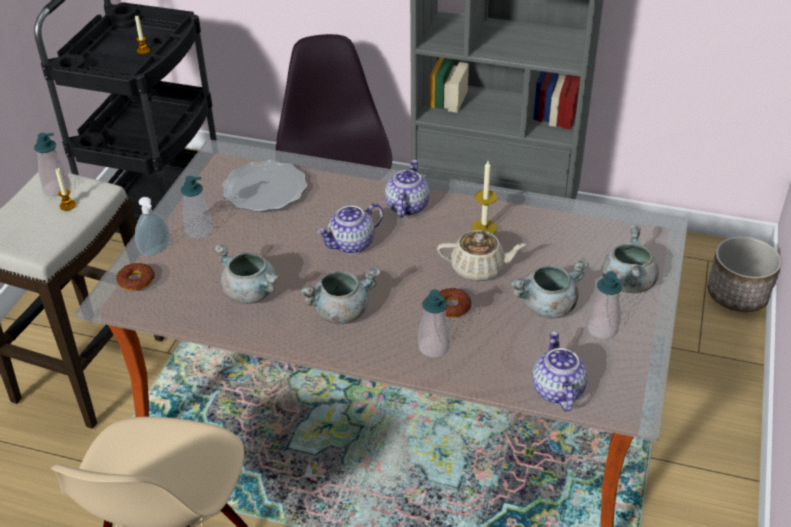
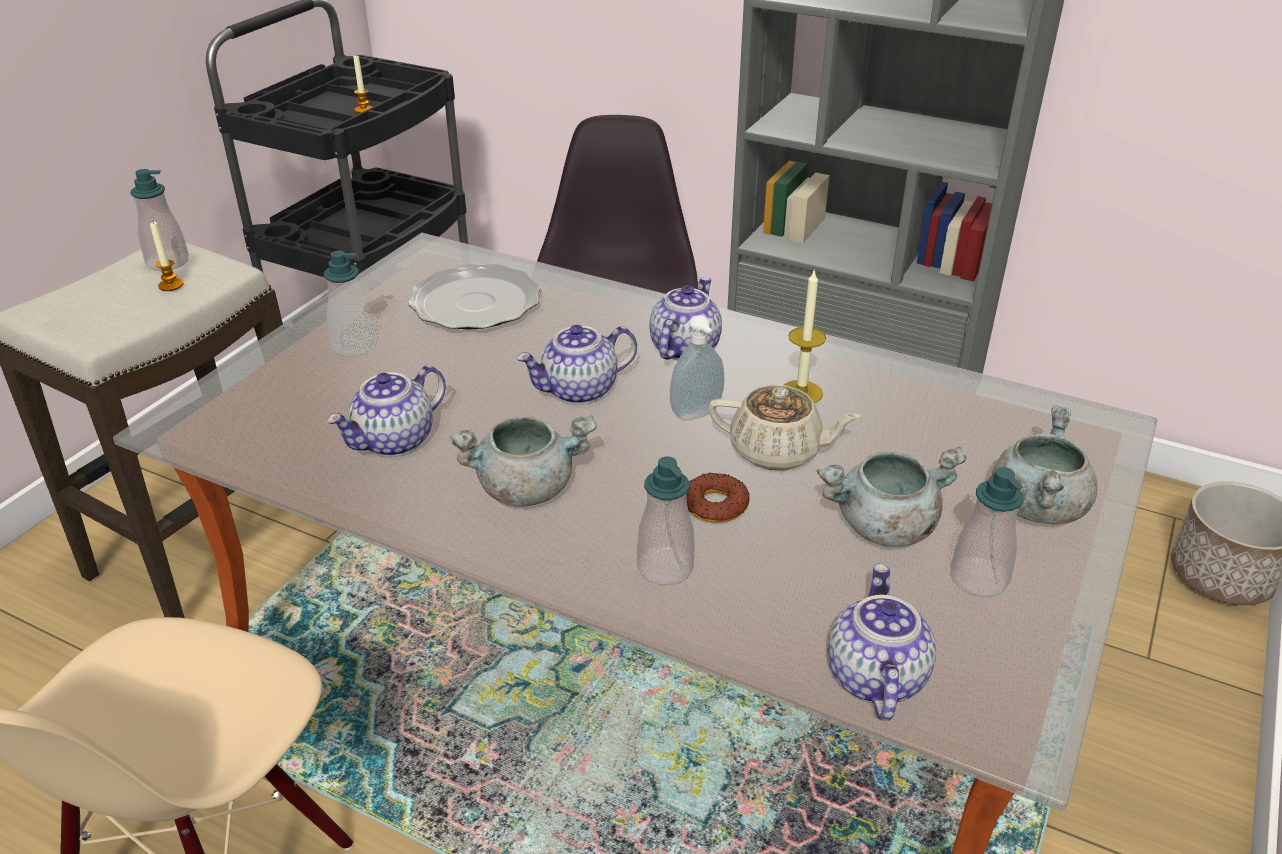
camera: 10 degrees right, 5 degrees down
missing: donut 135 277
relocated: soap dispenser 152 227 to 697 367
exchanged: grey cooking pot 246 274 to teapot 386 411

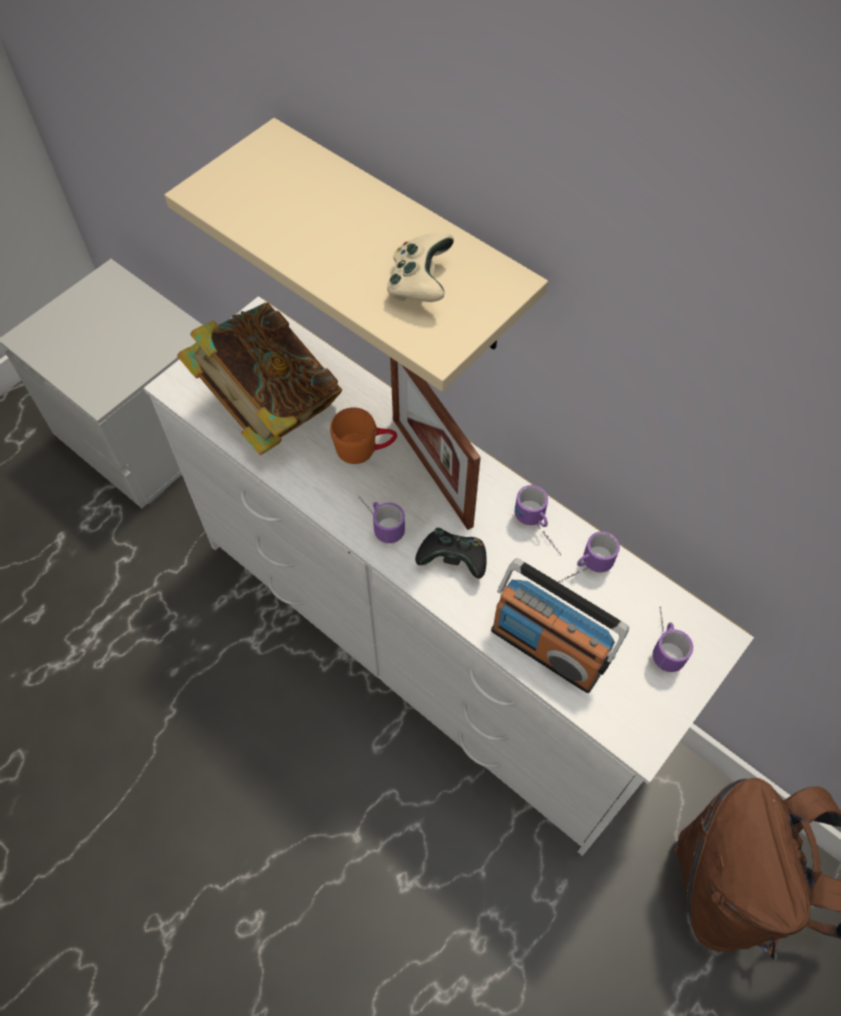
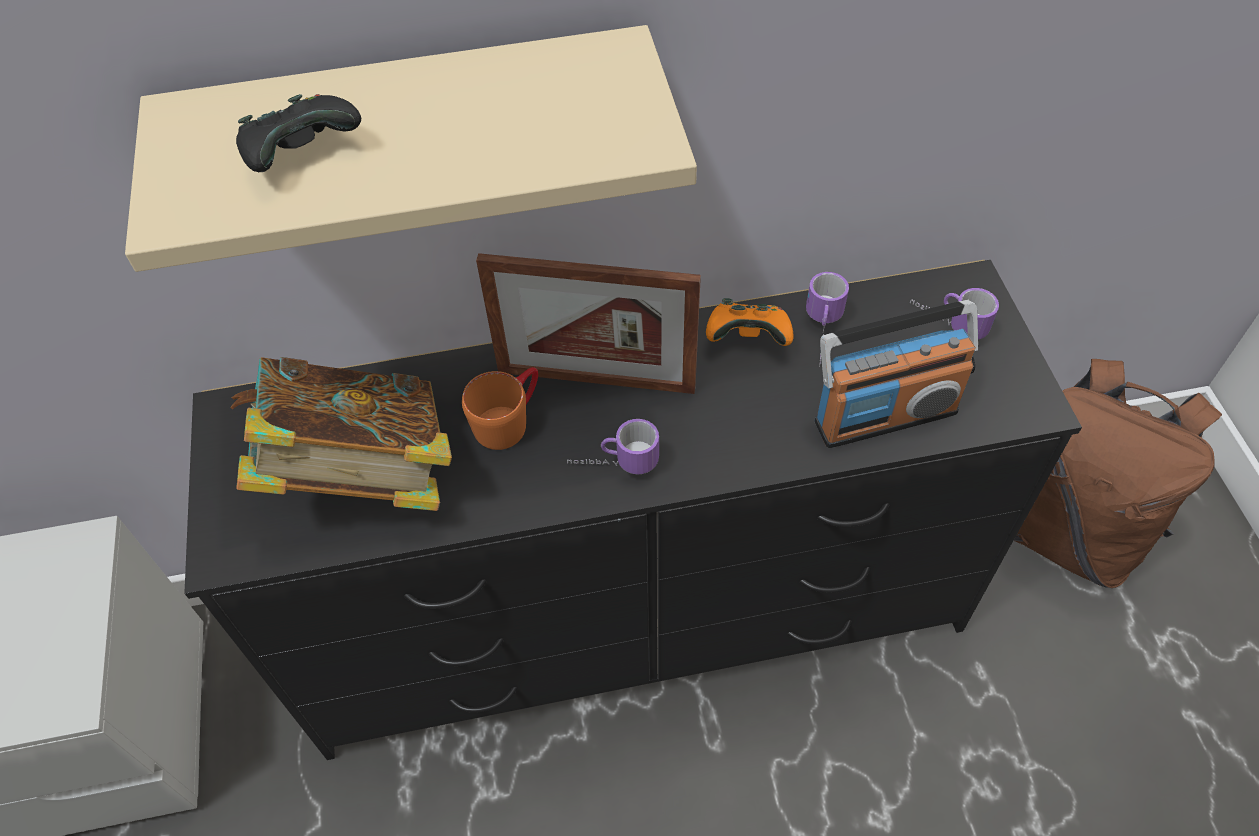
camera: 50 degrees left, 5 degrees down
missing: beige game controller 420 267
relocated: black game controller 451 553 to 298 133
exchanged: mug 537 520 to orange game controller 750 322
colour: white dresser 449 576 to black dresser 633 510

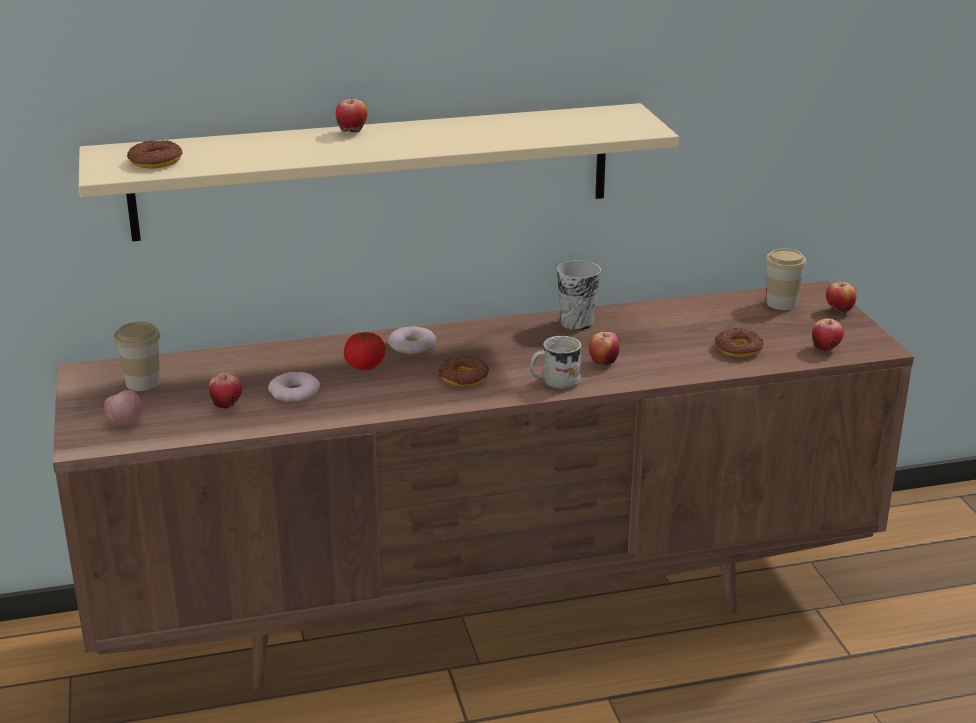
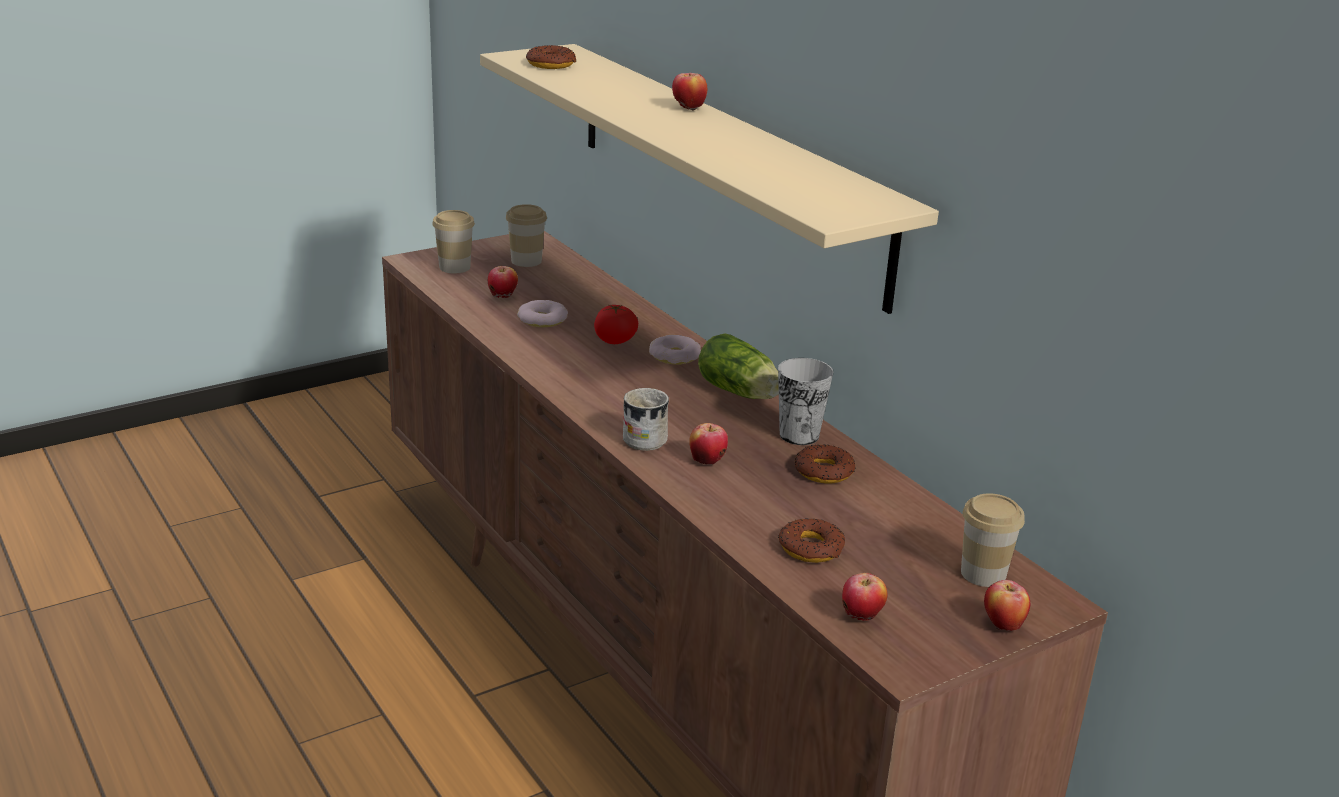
camera: 70 degrees right, 0 degrees up
appeared: lettuce 738 366
relocated: donut 463 371 to 825 464
exchanged: apple 123 407 to cup 453 241

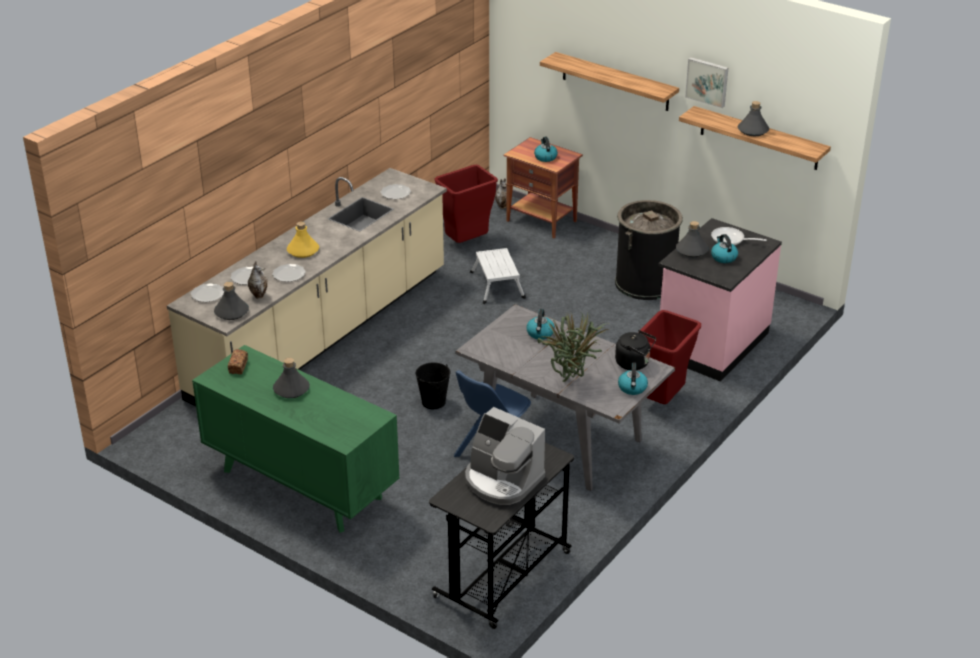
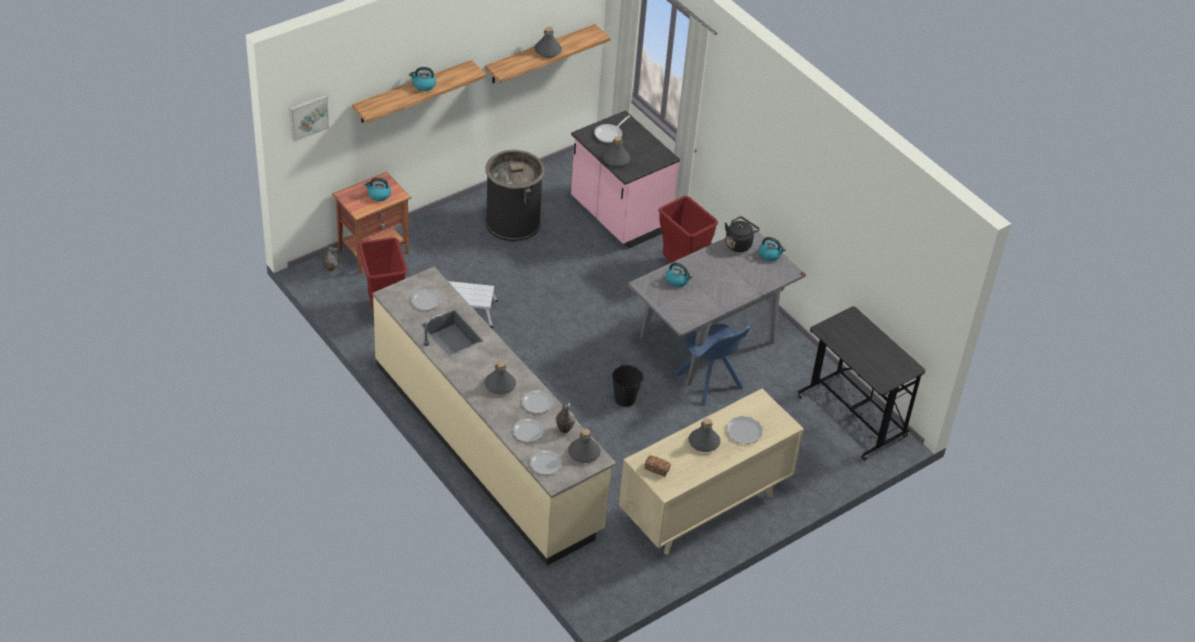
camera: 75 degrees left, 10 degrees up
missing: coffee machine 505 456; potted plant 574 346
appeared: plate 744 430
relocated: picture 706 82 to 309 118; kettle 724 248 to 422 79
colour: green dresser 296 439 to beige dresser 711 472; yellow bottle 303 239 to grey bottle 500 378

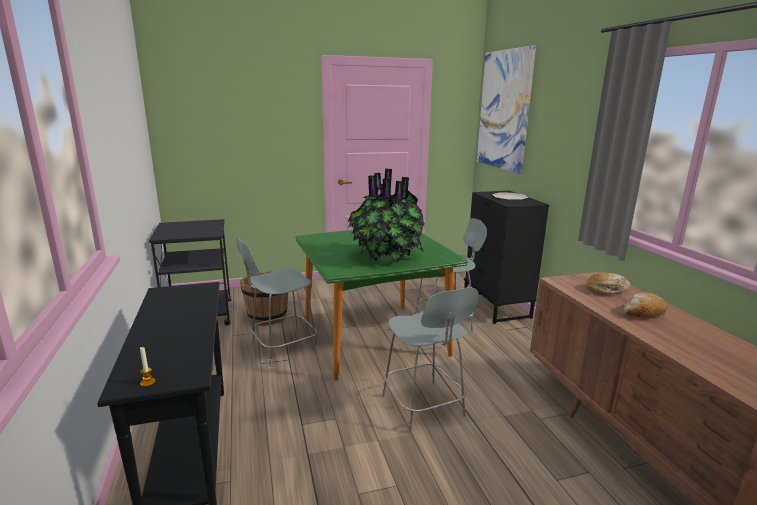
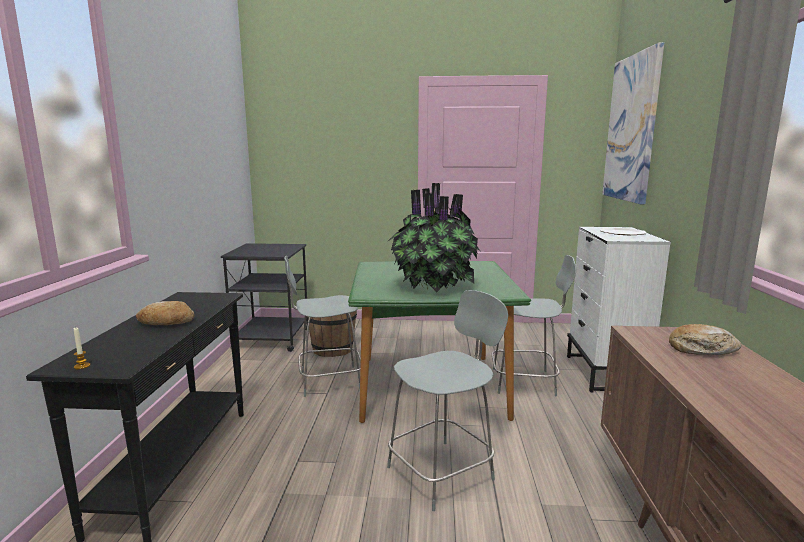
camera: 20 degrees right, 5 degrees down
relocated: bread 645 304 to 165 313
colour: black dresser 506 257 to white dresser 619 309
spun: grey chair 430 360 = 447 400 120 degrees counterclockwise

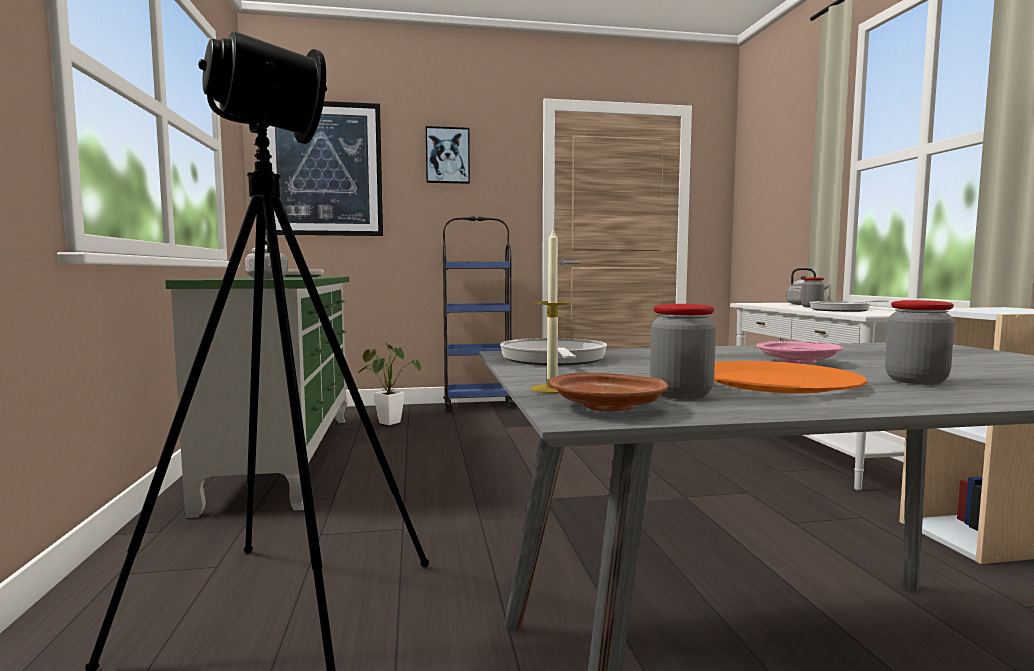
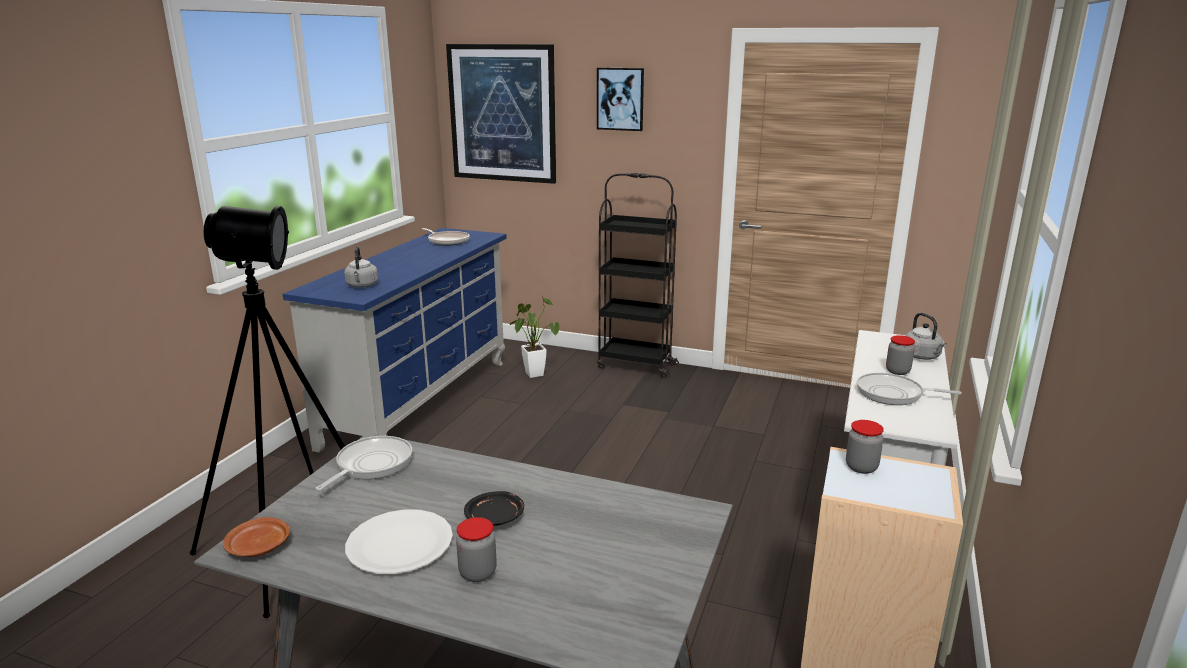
camera: 30 degrees right, 15 degrees up
missing: candle 551 311
relocated: jar 683 351 to 865 447
colour: green dresser 257 397 to blue dresser 395 340; blue cart 480 314 to black cart 638 275; orange plate 790 377 to white plate 399 541; pink plate 799 352 to black plate 494 508

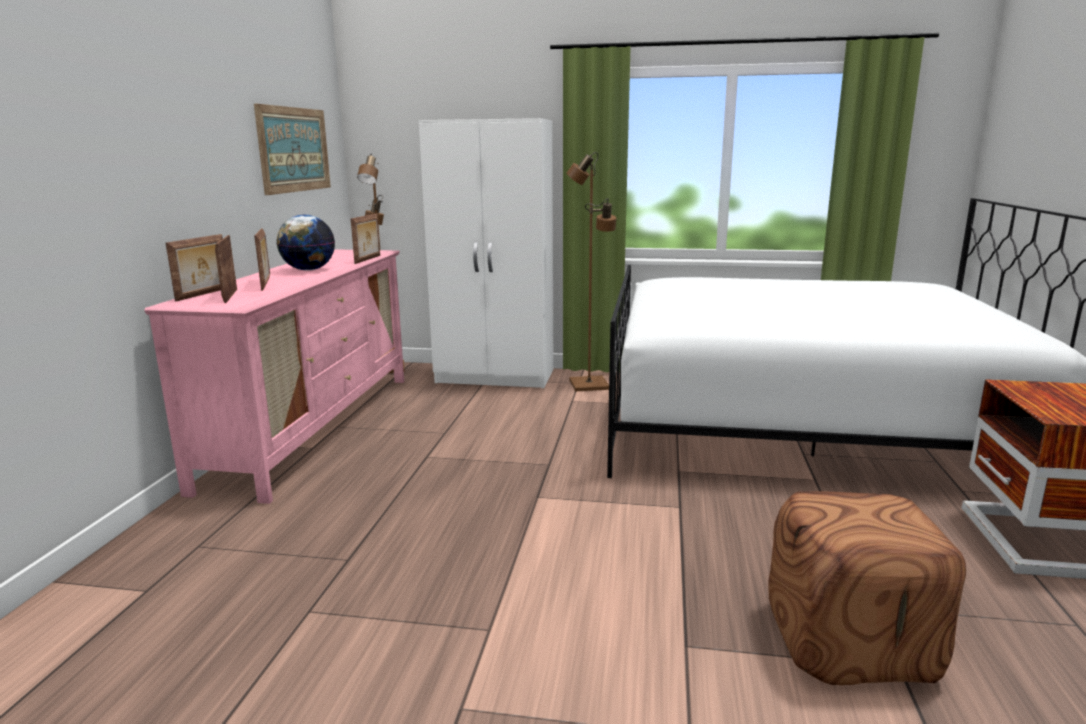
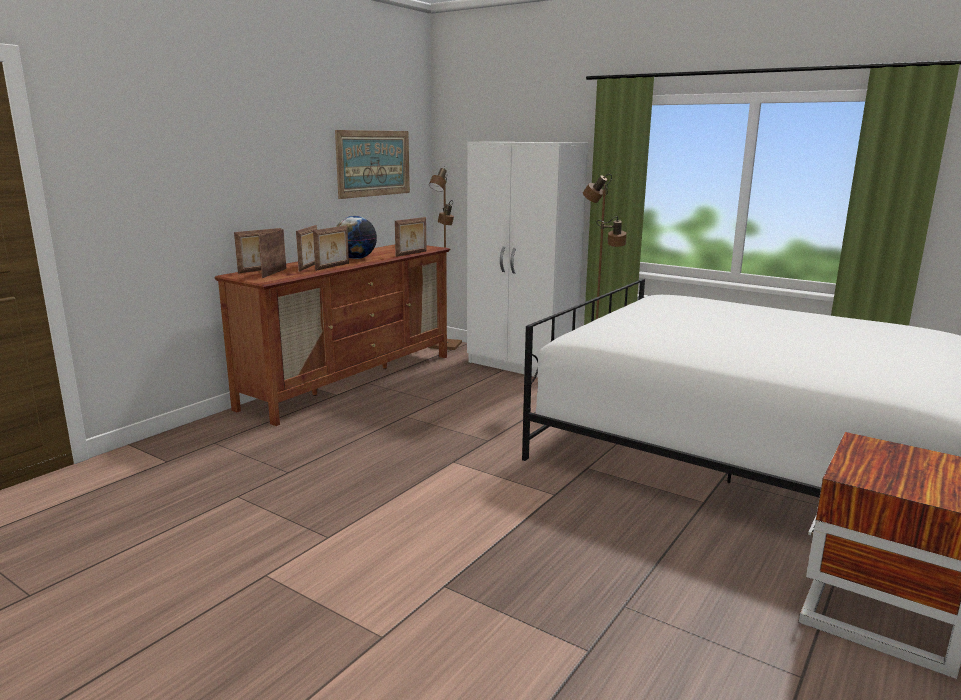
camera: 25 degrees right, 0 degrees up
missing: brown ottoman 867 588
appeared: picture frame 331 248
colour: pink dresser 274 376 to brown dresser 332 335

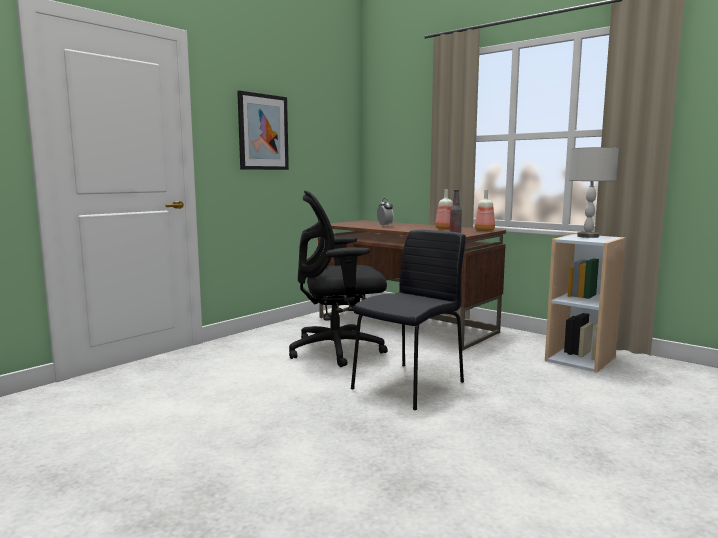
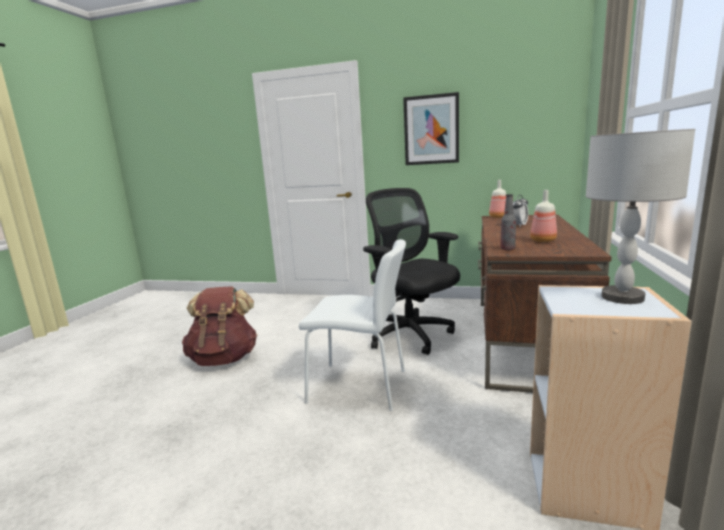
camera: 65 degrees right, 5 degrees up
appeared: brown backpack 220 326
relocated: bottle 485 210 to 497 199
colour: black chair 408 320 to white chair 352 325

